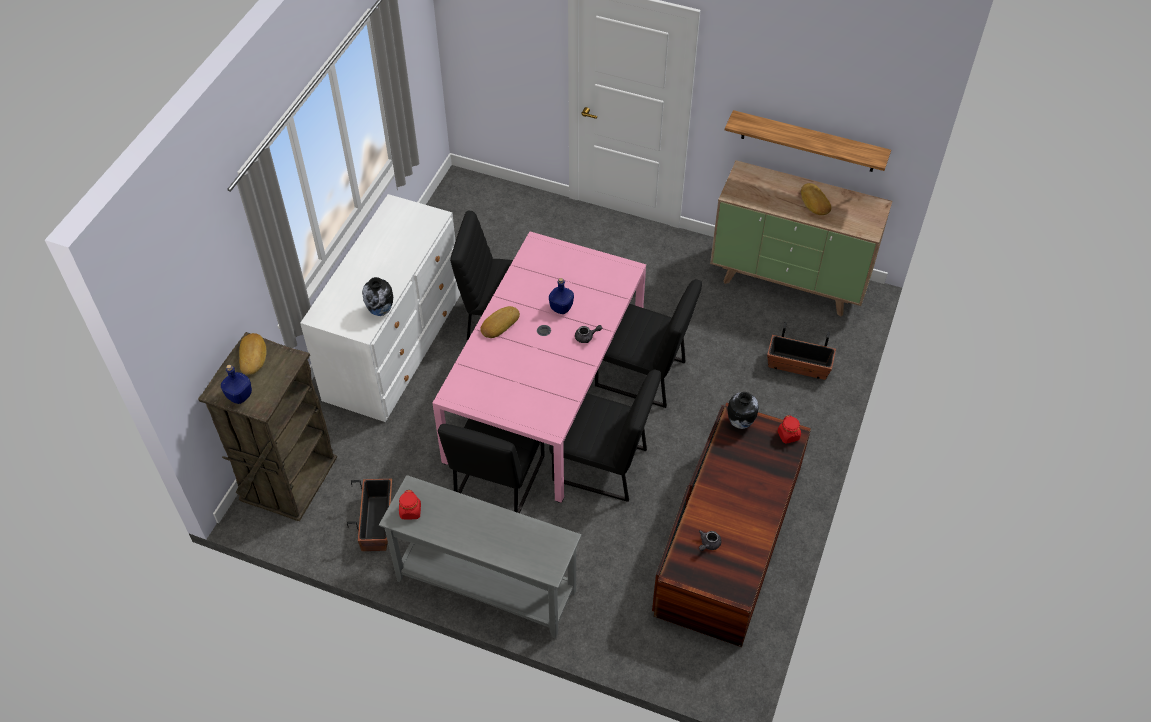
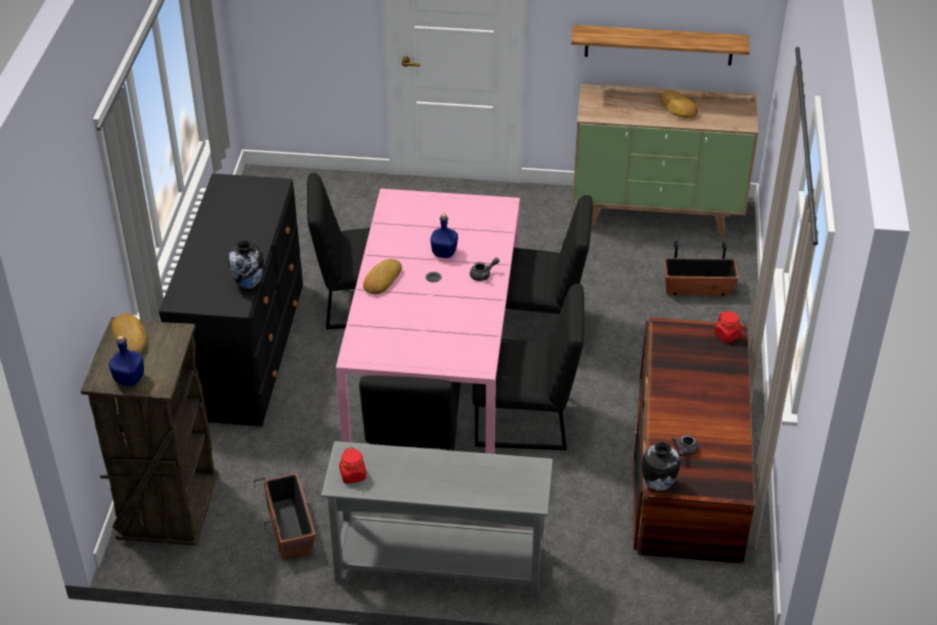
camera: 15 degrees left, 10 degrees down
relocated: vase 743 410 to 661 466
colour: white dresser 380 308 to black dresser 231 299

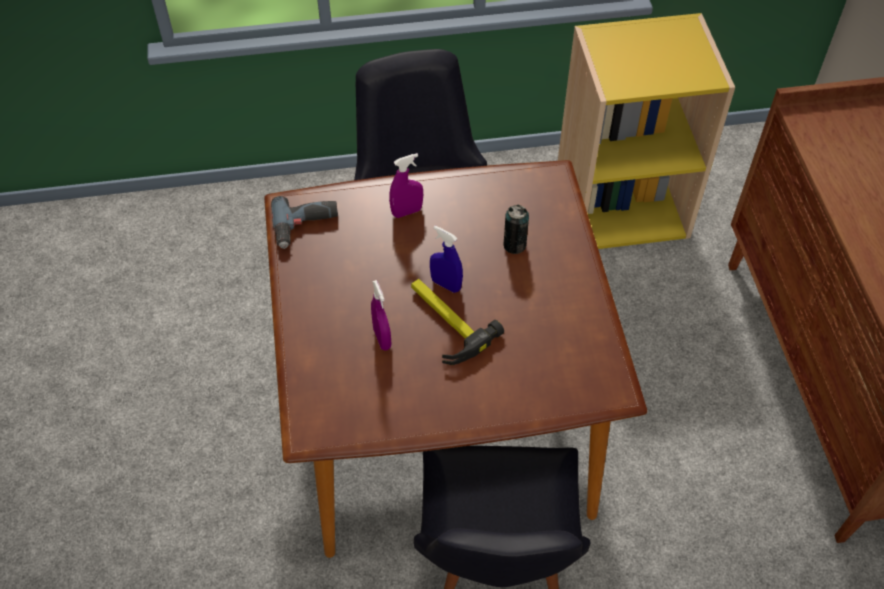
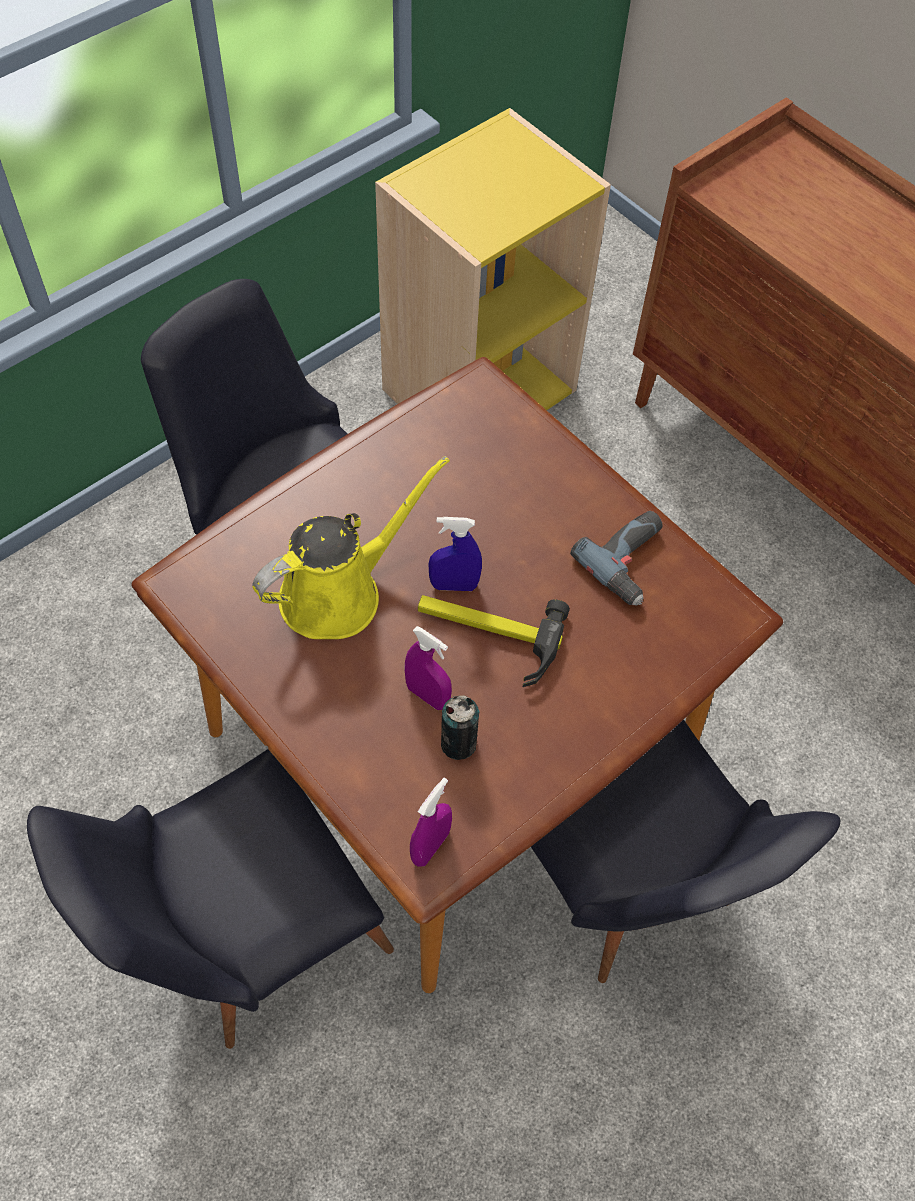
camera: 35 degrees left, 5 degrees up
appeared: black chair 210 899; yellow watering can 351 547
relocated: power drill 304 222 to 616 558; purple spray bottle 406 185 to 431 822; can 516 229 to 460 727

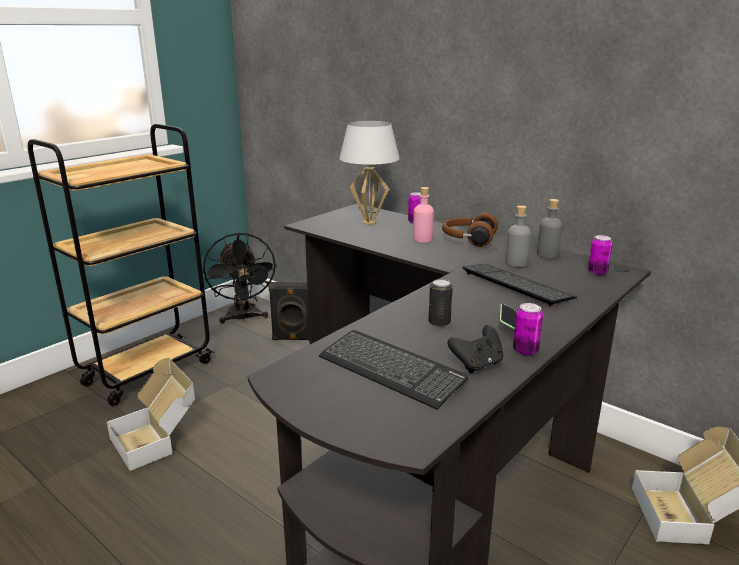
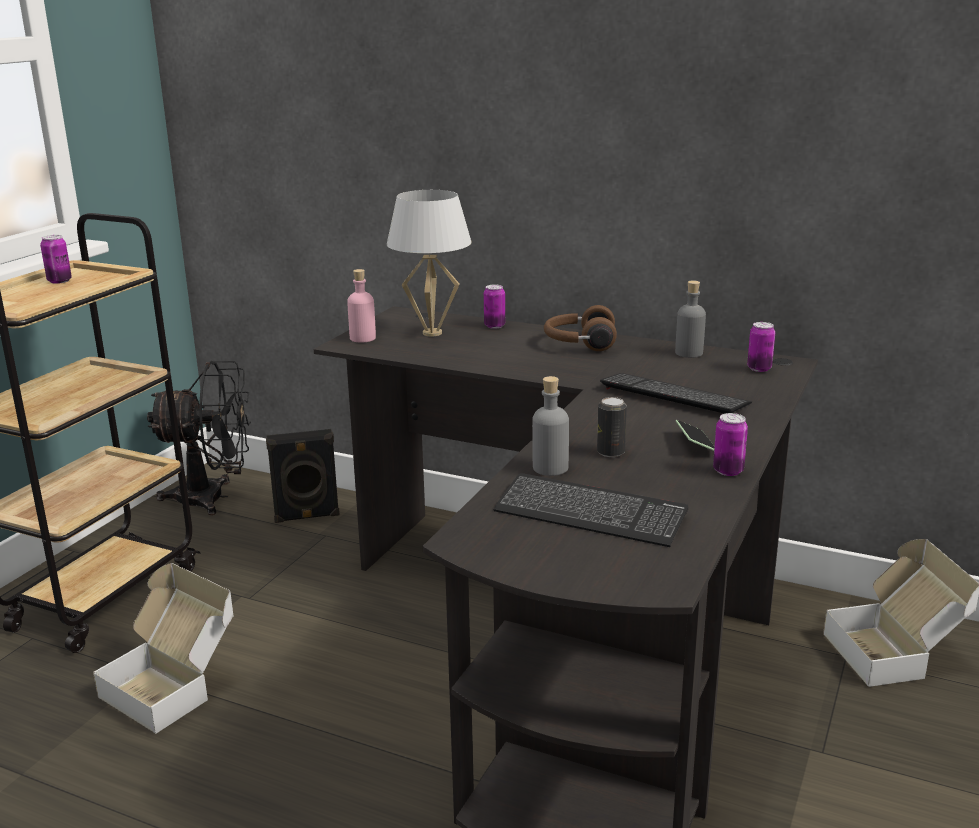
camera: 15 degrees left, 0 degrees up
missing: black game controller 475 349
appeared: can 56 259
relocated: pink bottle 423 215 to 361 305; grey bottle 518 236 to 550 426
spun: black fan 240 278 = 199 438 60 degrees counterclockwise

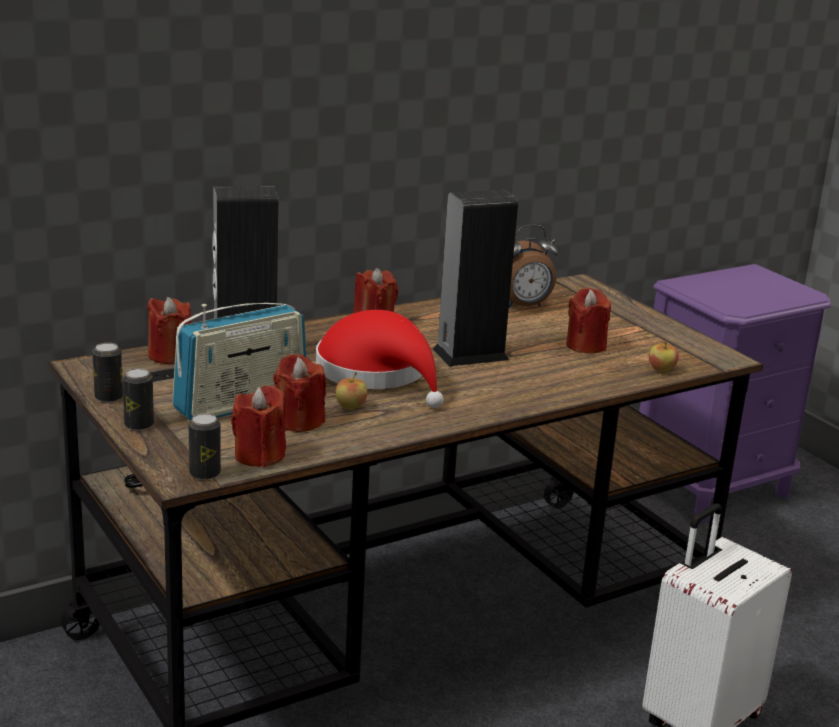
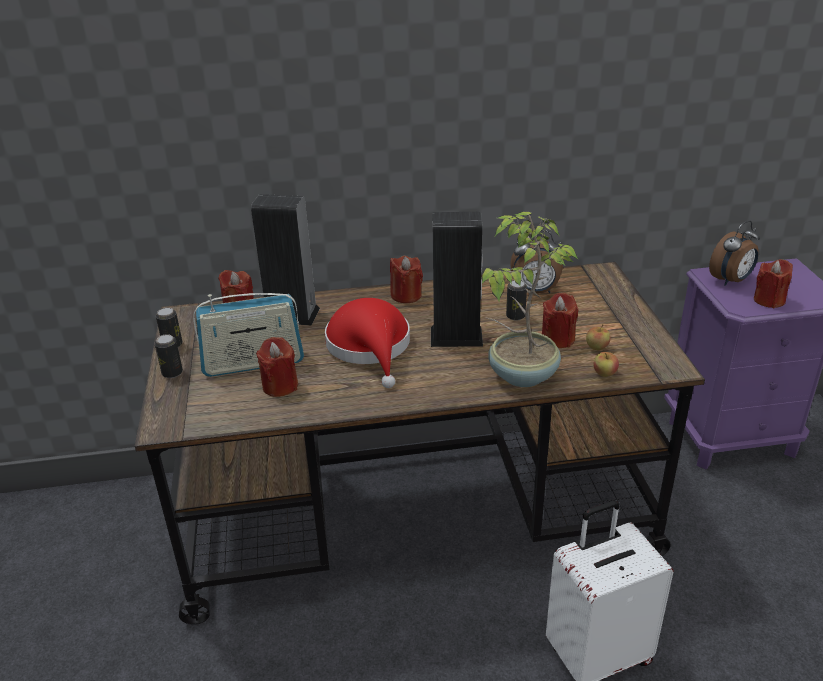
camera: 25 degrees right, 10 degrees up
appeared: potted plant 530 299; alarm clock 734 253
relocated: can 205 446 to 516 300; red candle 258 426 to 773 283; apple 351 390 to 598 337

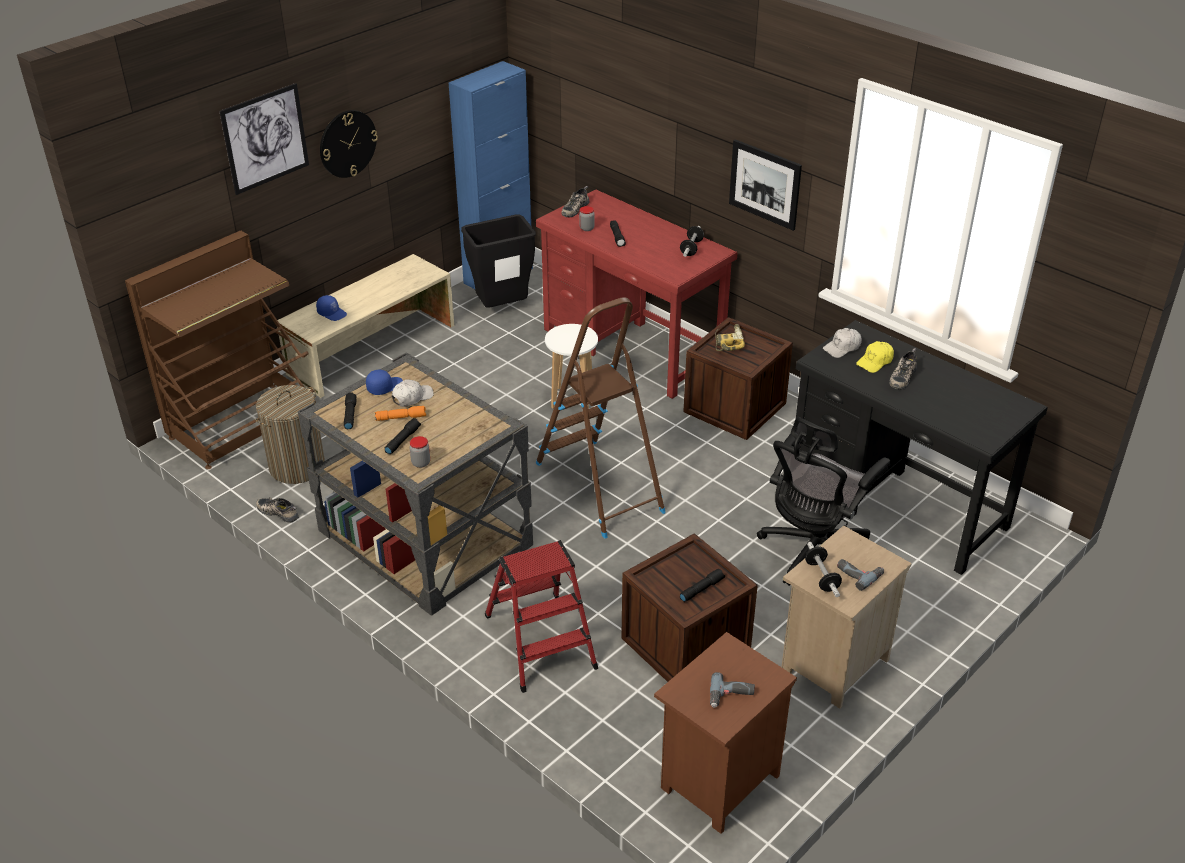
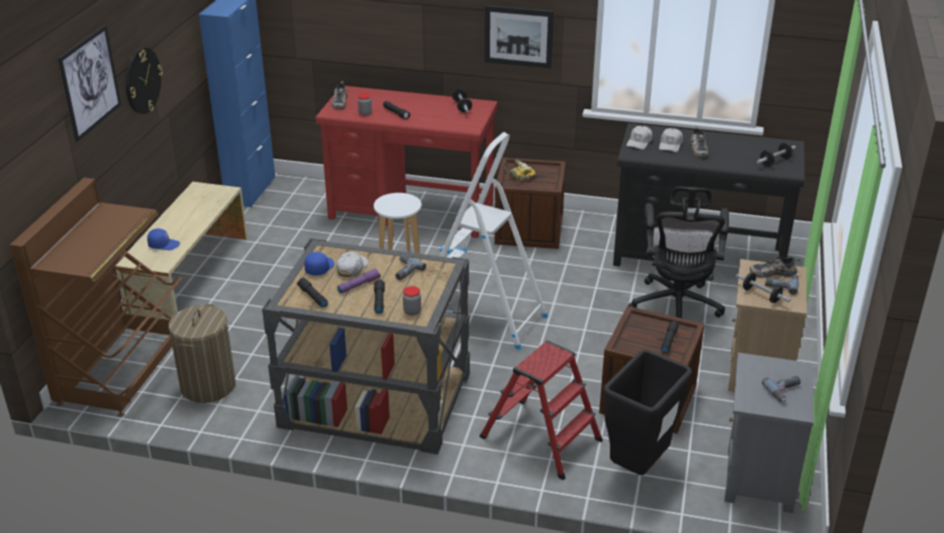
camera: 30 degrees left, 5 degrees down
appeared: power drill 410 267; dumbbell 776 154
relocated: shoe 277 510 to 775 267; black trash can 498 261 to 648 412
colour: orange flashlight 400 413 to purple flashlight 359 281; brown step ladder 601 418 to white step ladder 493 241; brown nightstand 725 733 to grey nightstand 769 433; yellow cap 875 357 to white cap 671 140

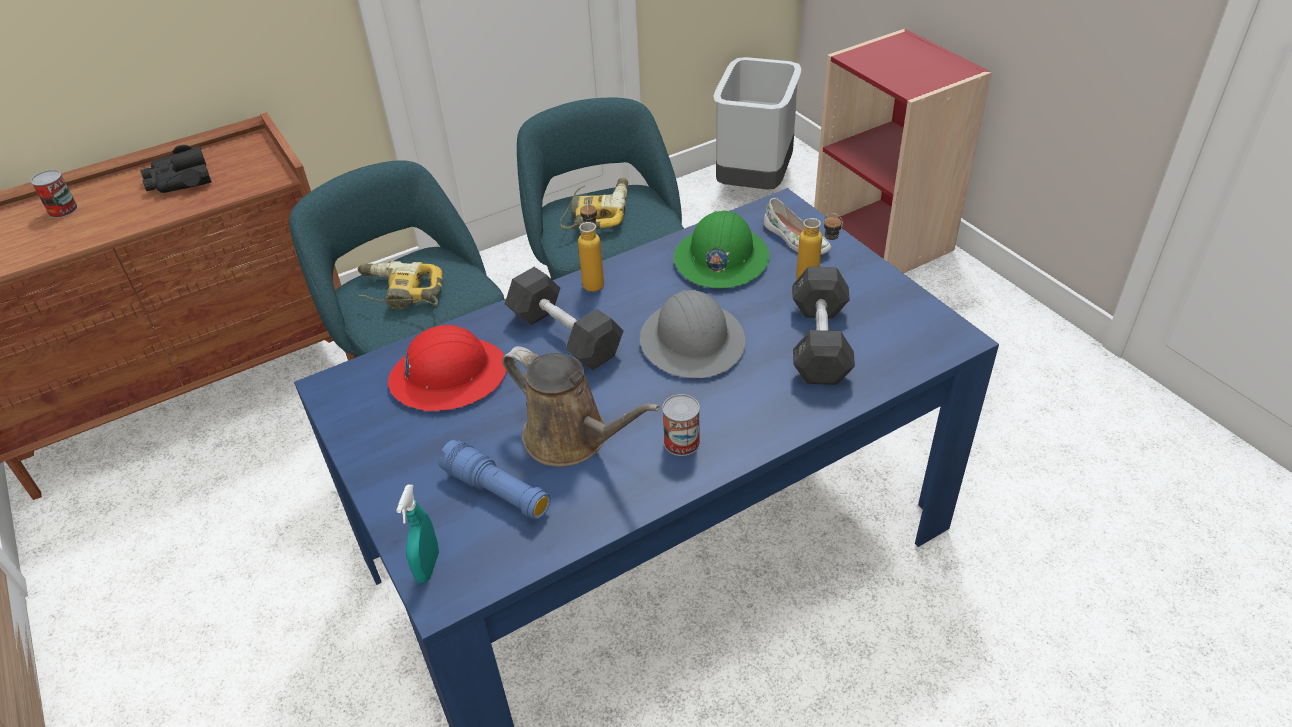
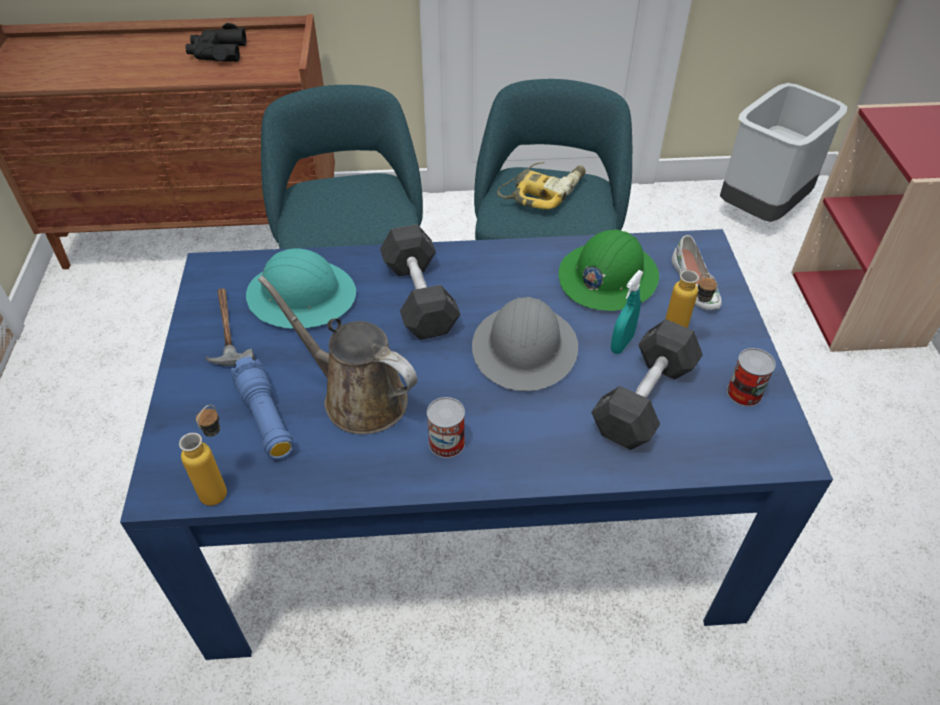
camera: 25 degrees right, 5 degrees up
missing: power drill 400 285
appeared: hammer 230 327
relocated: can 54 194 to 751 377; turquoise spray bottle 417 534 to 627 312; bottle 591 245 to 203 455
colour: red hard hat 447 368 to turquoise hard hat 301 288
spun: brown watering can 581 406 = 338 355 150 degrees clockwise

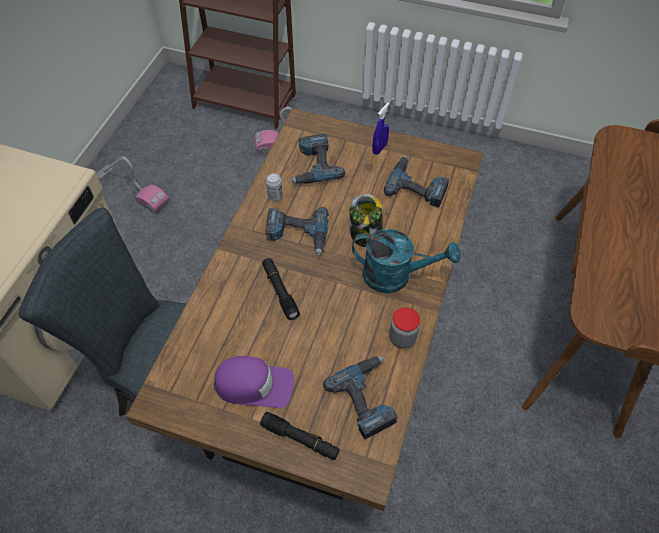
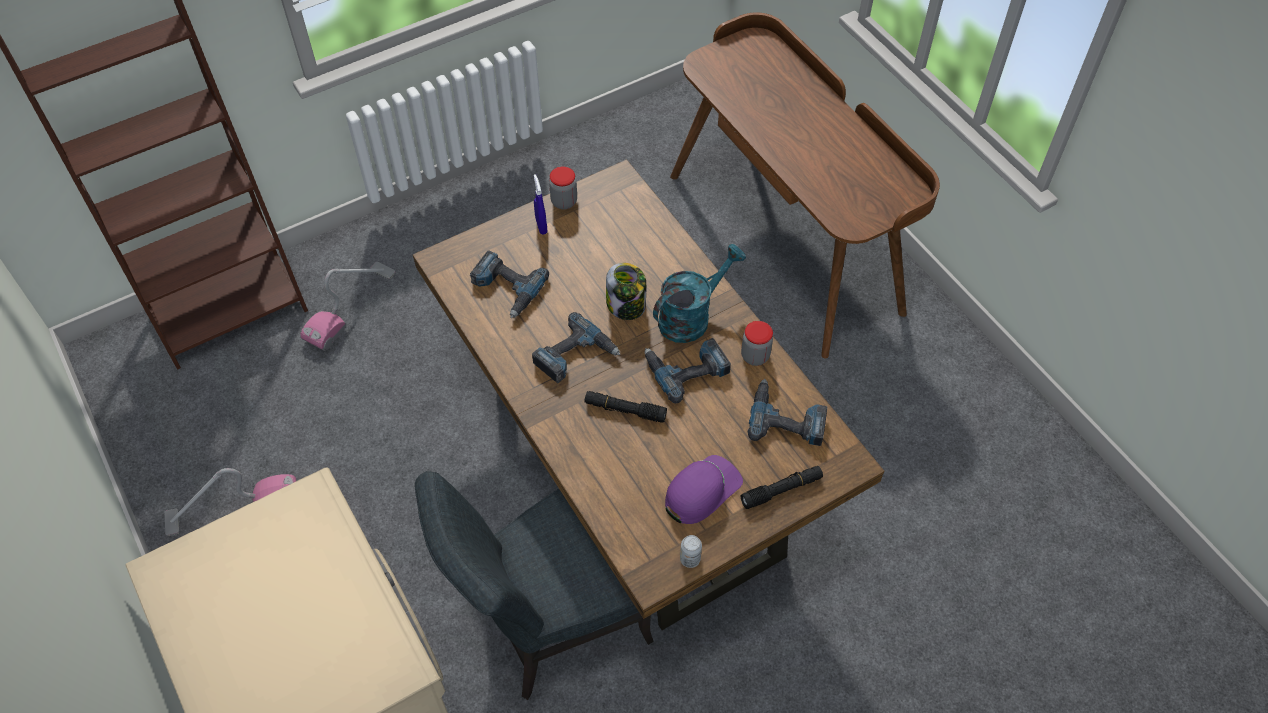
camera: 50 degrees left, 0 degrees up
appeared: jar 563 188
relocated: can 274 187 to 691 551; power drill 416 182 to 688 370

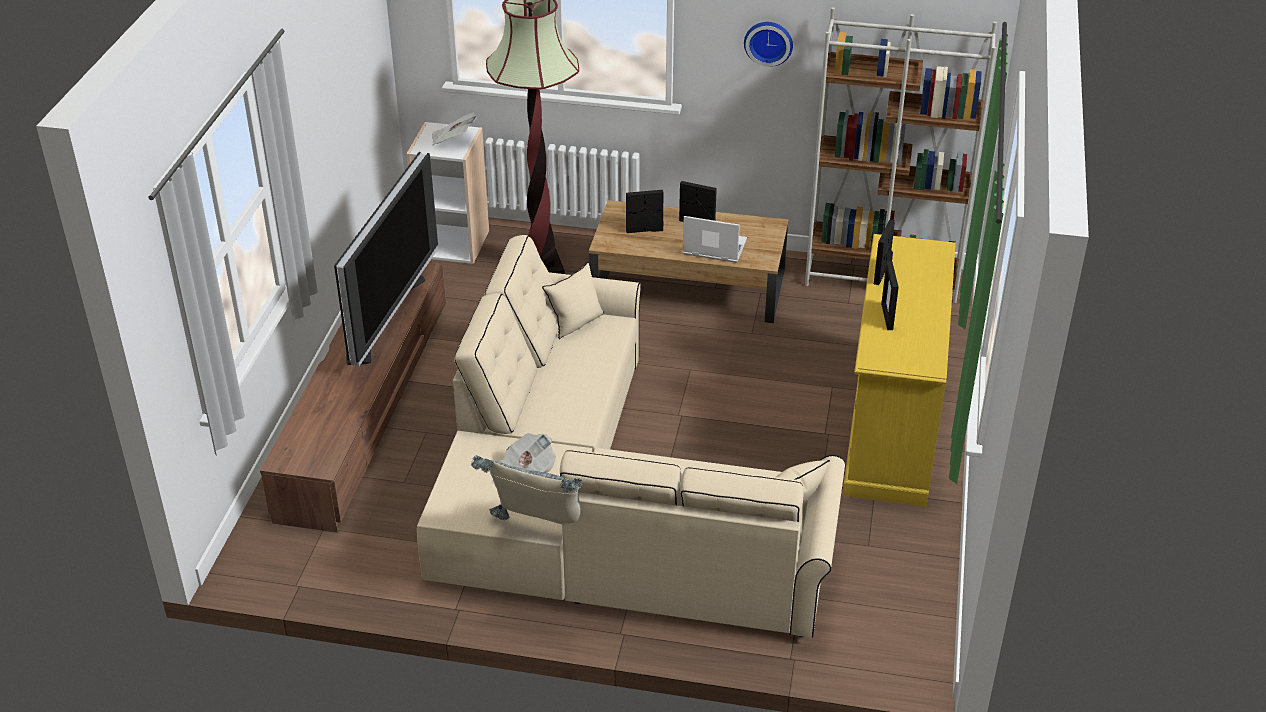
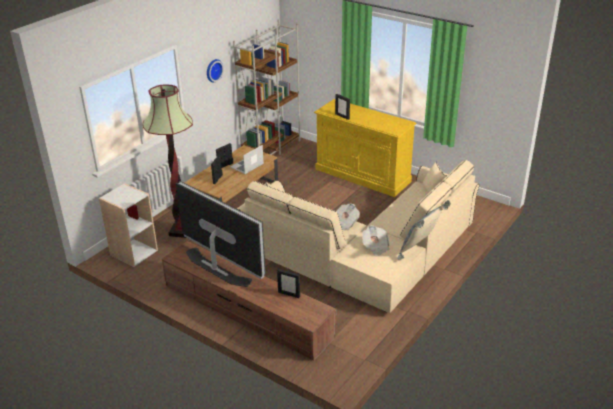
camera: 65 degrees left, 5 degrees down
relocated: newspaper 454 128 to 348 217; picture frame 890 295 to 288 283

